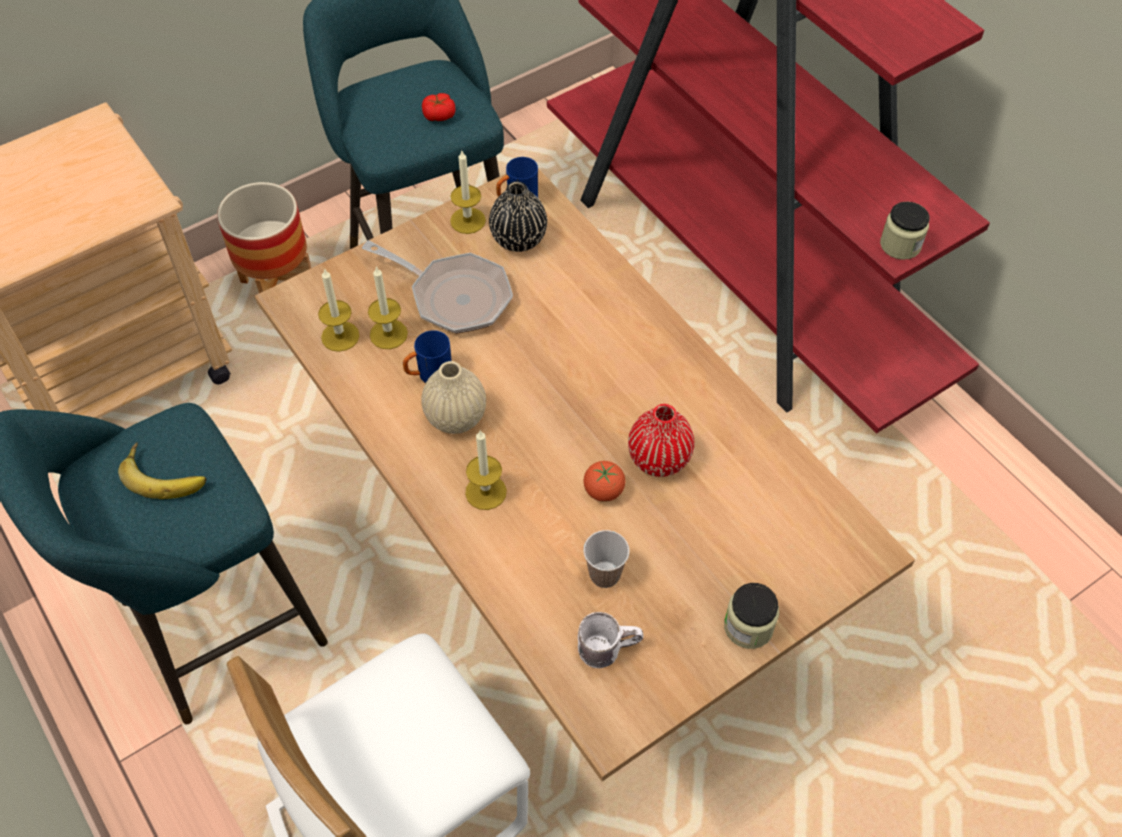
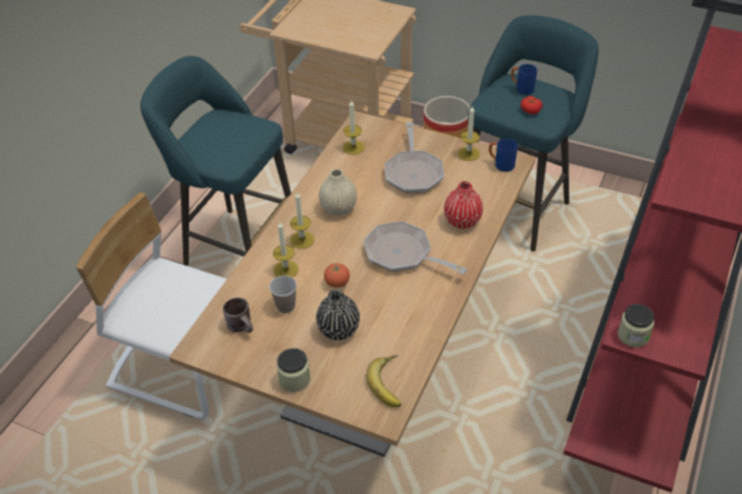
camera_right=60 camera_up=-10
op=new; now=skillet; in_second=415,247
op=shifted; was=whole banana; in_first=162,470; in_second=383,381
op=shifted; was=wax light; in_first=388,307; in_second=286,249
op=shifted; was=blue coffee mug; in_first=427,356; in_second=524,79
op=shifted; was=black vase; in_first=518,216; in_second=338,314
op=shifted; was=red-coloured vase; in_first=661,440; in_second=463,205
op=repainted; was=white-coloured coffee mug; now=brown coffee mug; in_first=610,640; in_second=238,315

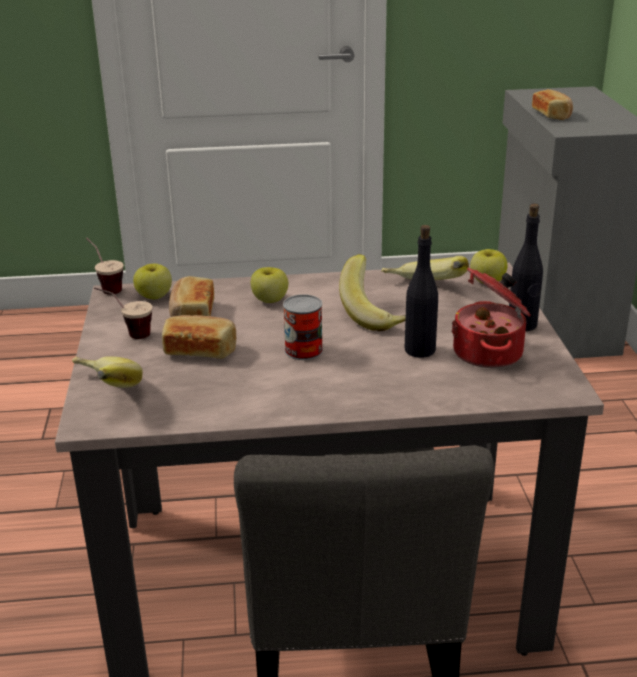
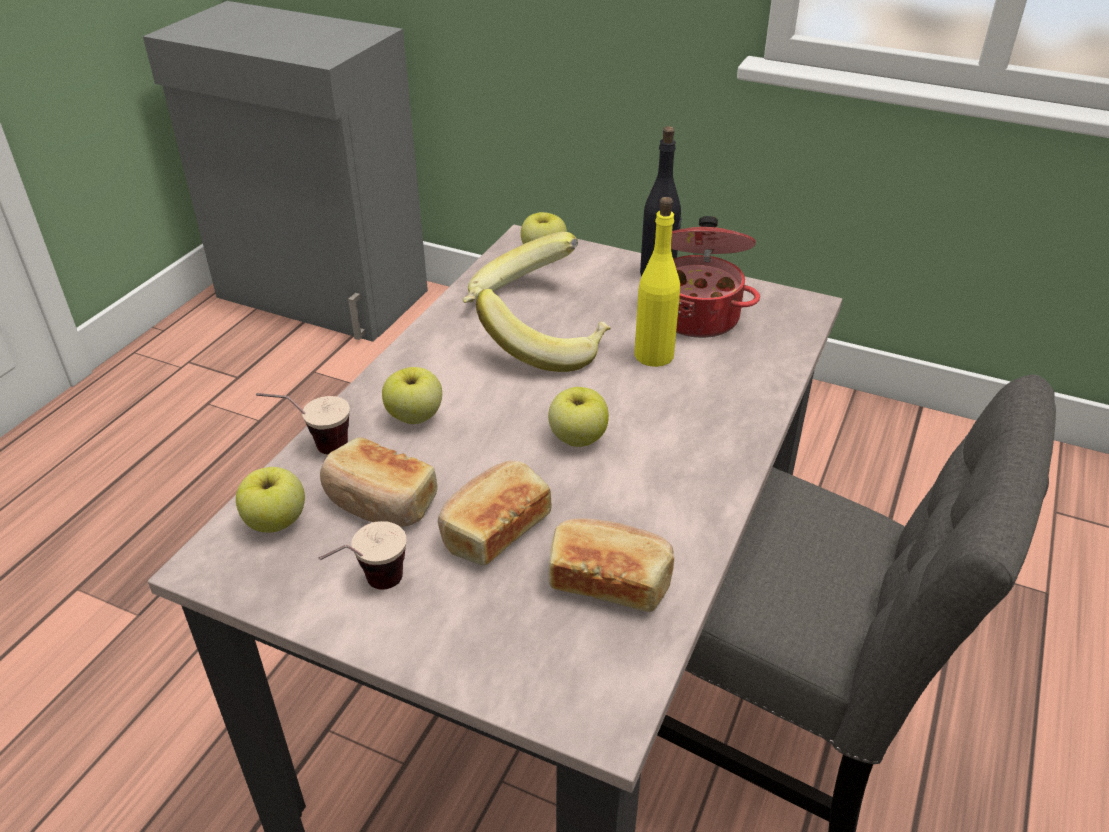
camera_right=-60 camera_up=10
op=gone; was=whole banana; in_first=107,372
op=shifted; was=cup; in_first=104,266; in_second=303,423
op=shifted; was=bread; in_first=552,104; in_second=611,565
op=swapped; was=metal can; now=apple; in_first=303,327; in_second=578,417
op=repainted; was=black bottle; now=yellowish bottle; in_first=421,291; in_second=657,282

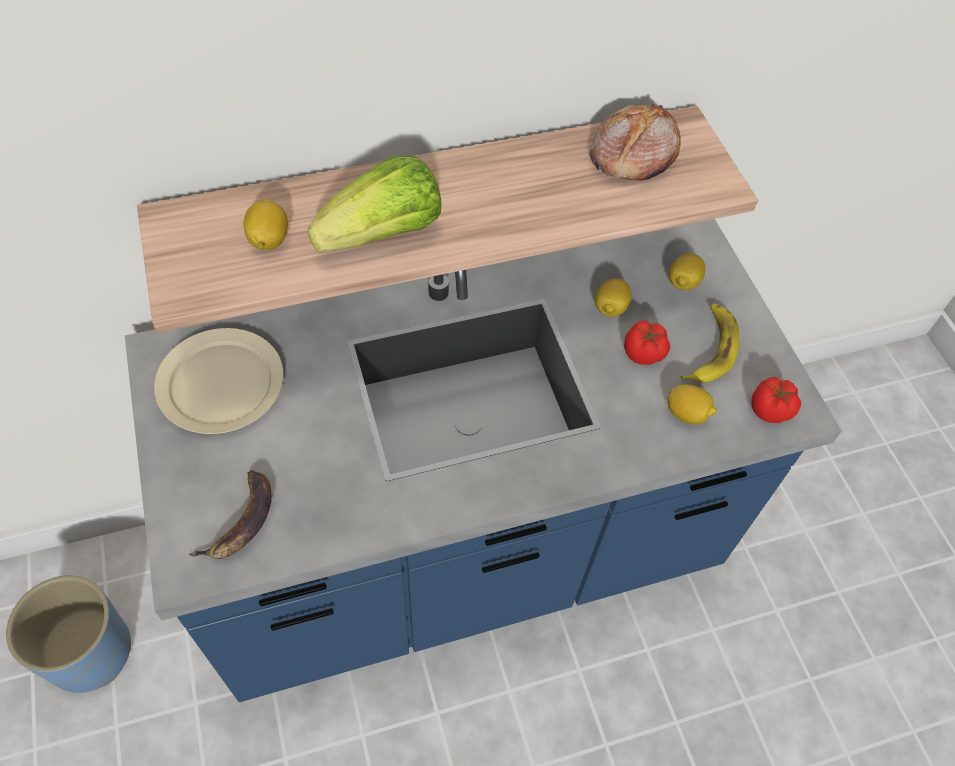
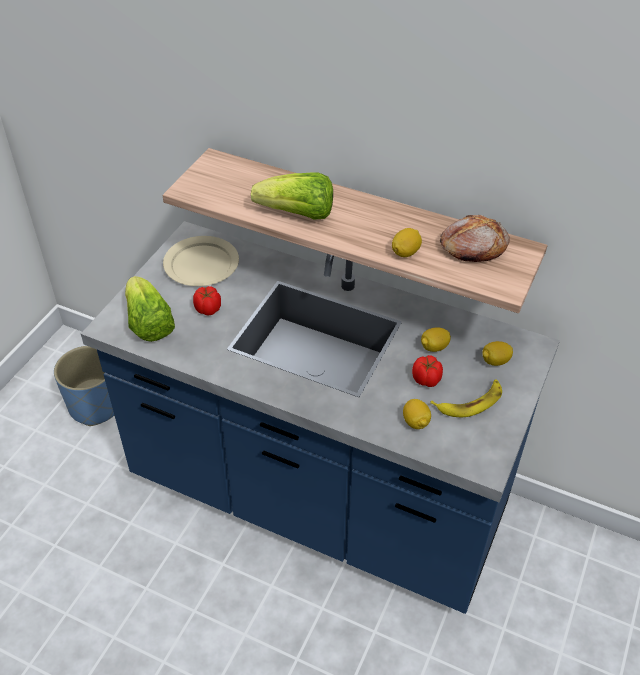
camera_right=45 camera_up=-10
op=shifted; was=lemon; in_first=265,224; in_second=407,242
op=shifted; was=fresh tomato; in_first=776,400; in_second=207,300
op=swapped; was=whole banana; now=lettuce head; in_first=230,514; in_second=150,309

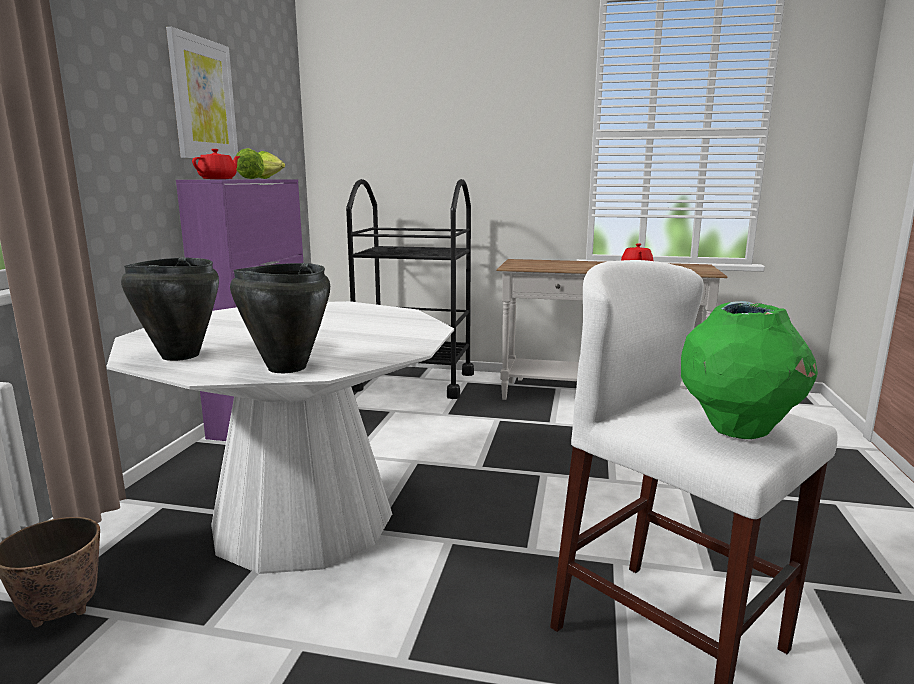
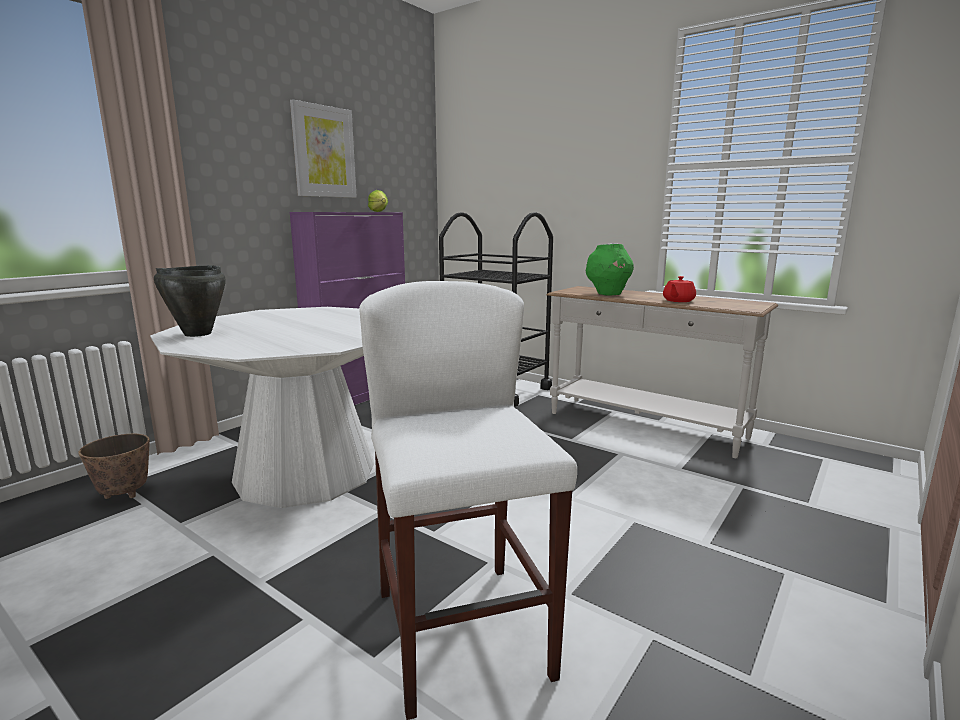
camera_right=25 camera_up=0
op=gone; was=red-coloured tea pot; in_first=216,164
op=gone; was=black cooking pot; in_first=280,318
op=gone; was=lettuce head; in_first=250,163
op=shifted; was=green vase; in_first=749,370; in_second=610,269

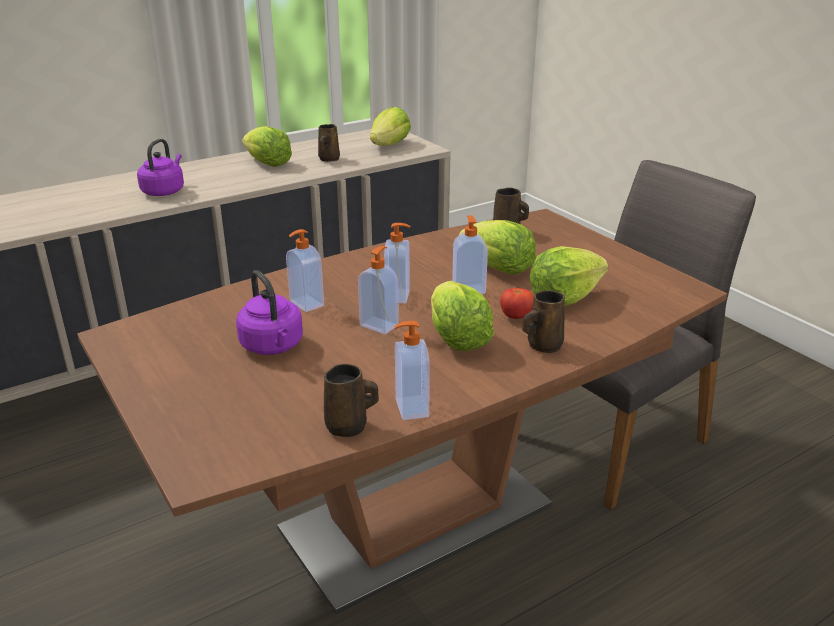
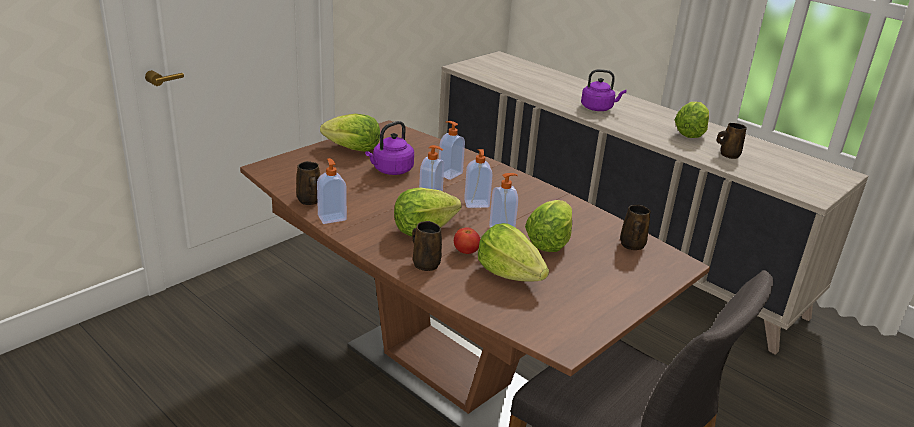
camera_right=75 camera_up=0
op=shifted; was=lettuce head; in_first=390,126; in_second=350,133

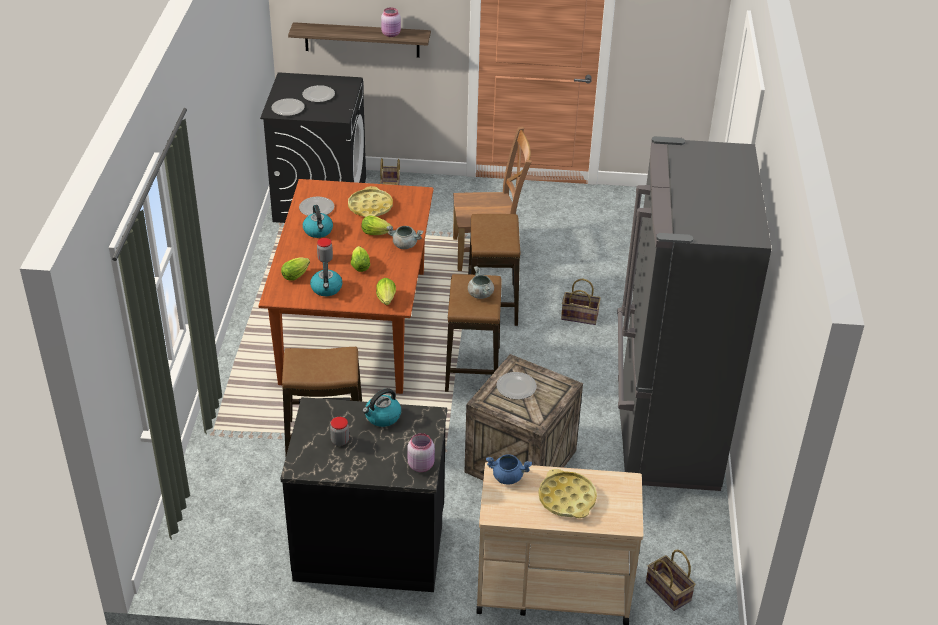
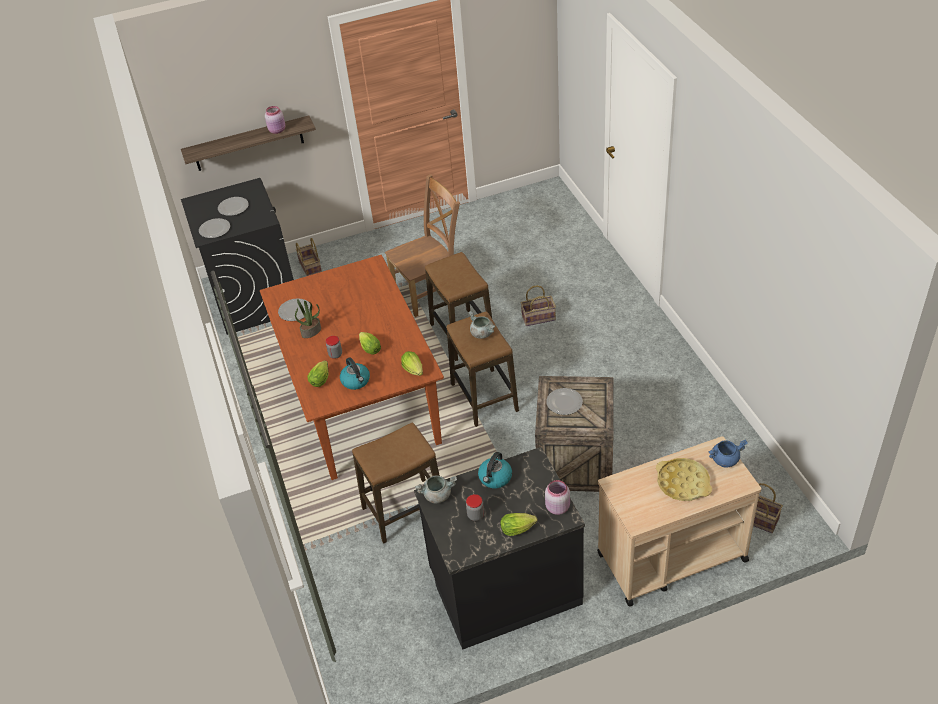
camera_right=-20 camera_up=5
op=gone; was=yellowish serving tray; in_first=370,201
op=gone; was=greyish kitchen fridge; in_first=694,313
op=shifted; was=lettuce head; in_first=377,225; in_second=518,524
op=shifted; was=greyish cooking pot; in_first=405,237; in_second=436,489
op=shifted; was=blue cooking pot; in_first=509,469; in_second=727,453
op=swapped; was=kettle; now=potted plant; in_first=318,221; in_second=308,318

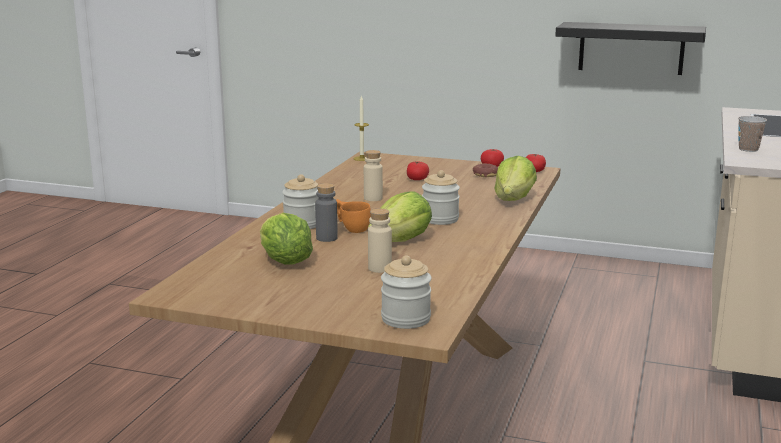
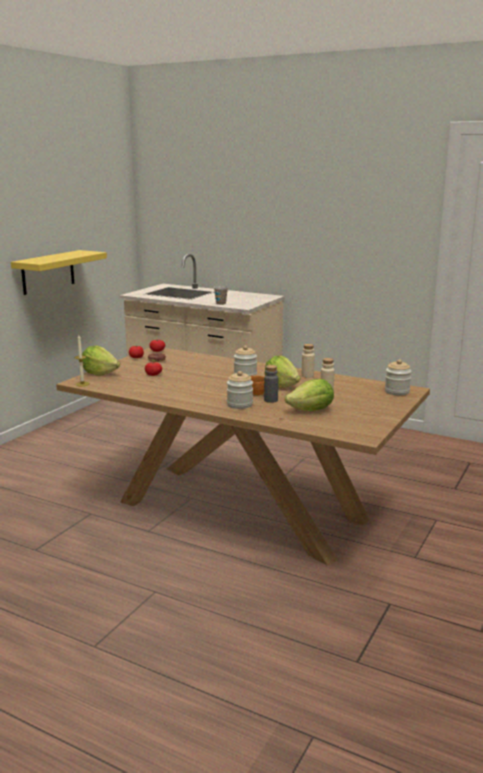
camera_right=-80 camera_up=0
op=shifted; was=sand-coloured bottle; in_first=373,175; in_second=308,361
op=shifted; was=lettuce head; in_first=516,178; in_second=101,361
op=repainted; was=black shelf; now=yellowish shelf; in_first=630,48; in_second=59,272

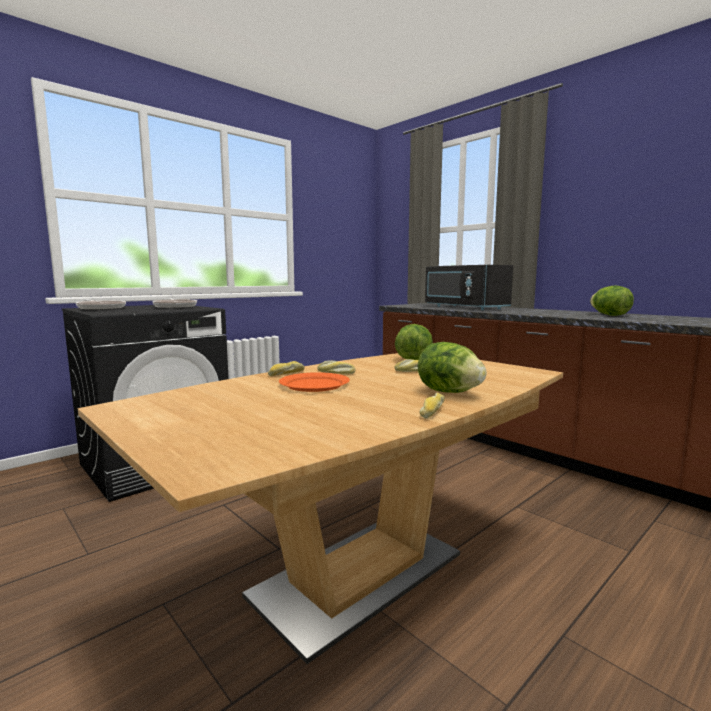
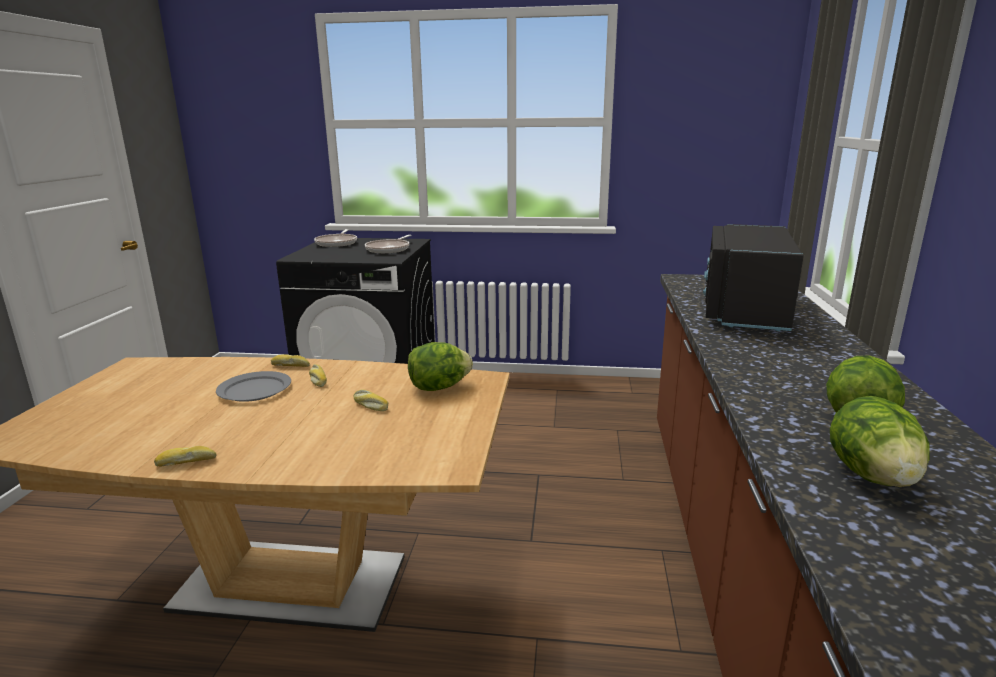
camera_right=50 camera_up=10
op=shifted; was=lettuce head; in_first=452,367; in_second=880,441
op=repainted; was=orange flat dish; now=greyish flat dish; in_first=314,382; in_second=253,386

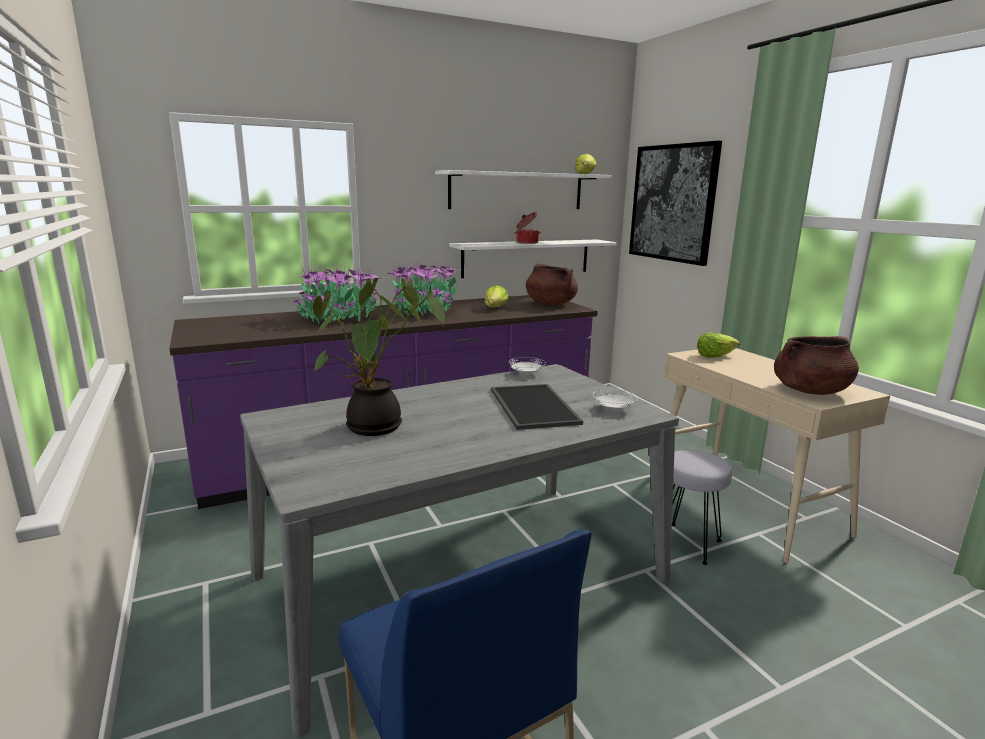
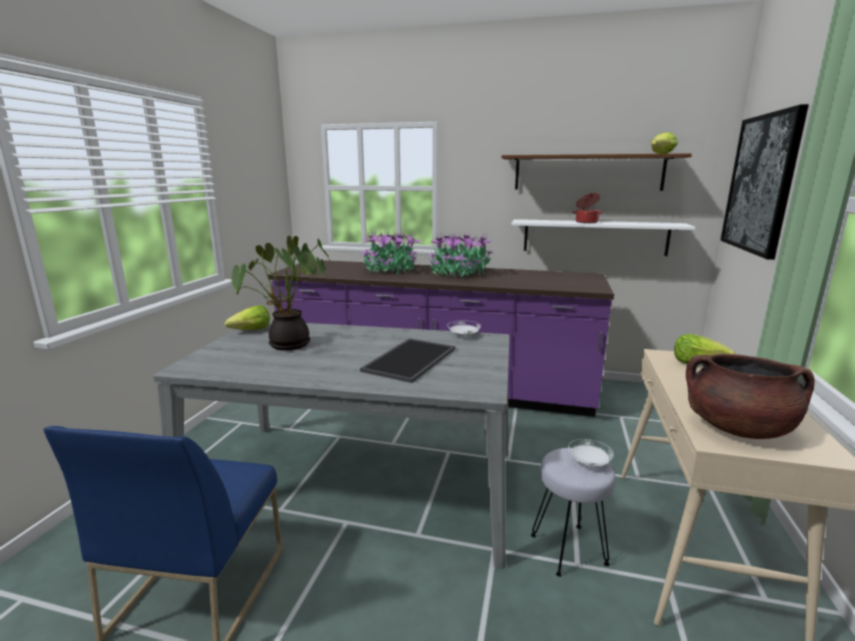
camera_right=40 camera_up=0
op=gone; was=brown cooking pot; in_first=552,284
op=shifted; was=lettuce head; in_first=497,296; in_second=247,317
op=shifted; was=white-coloured flat dish; in_first=615,399; in_second=591,452
op=repainted; was=white-coloured shelf; now=brown shelf; in_first=523,189; in_second=596,172

